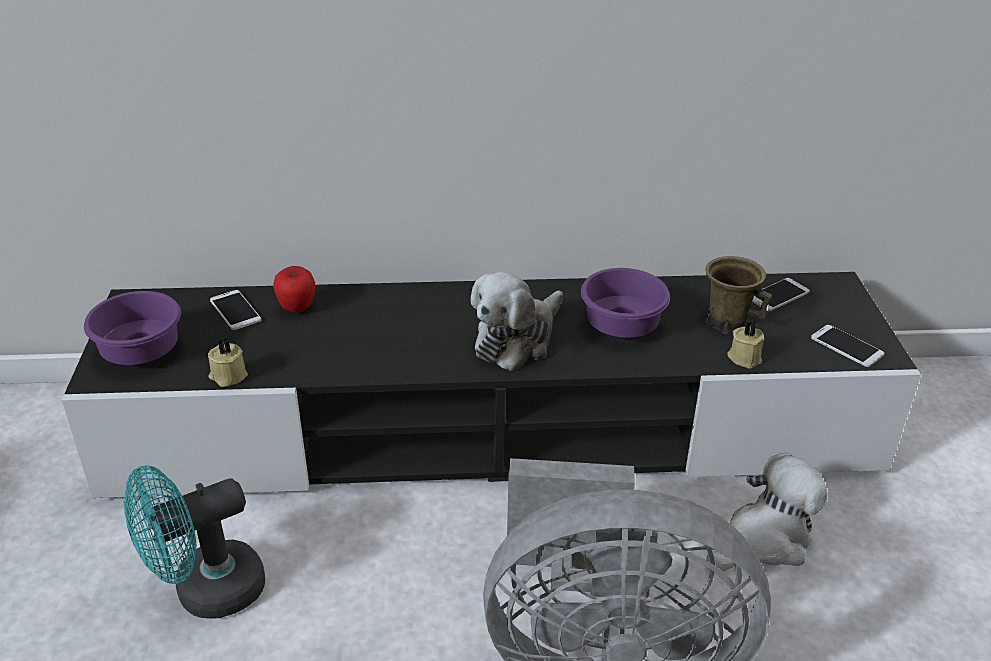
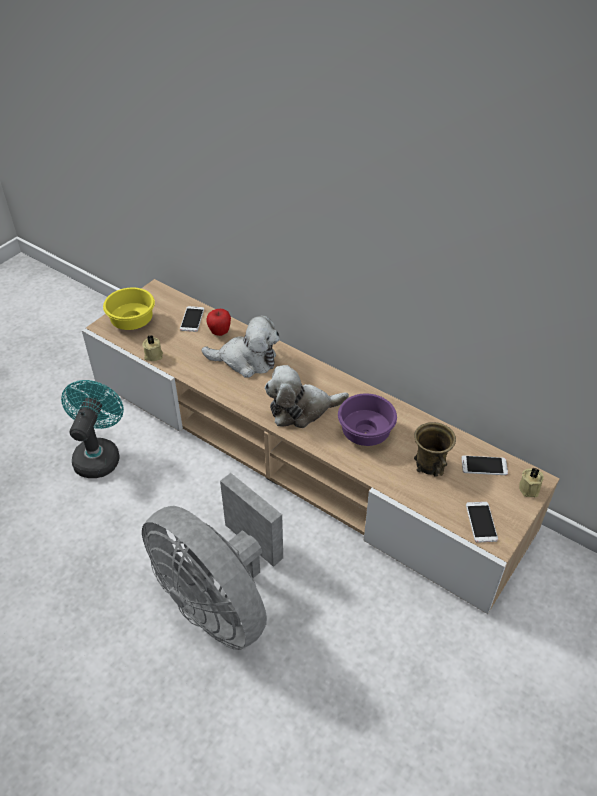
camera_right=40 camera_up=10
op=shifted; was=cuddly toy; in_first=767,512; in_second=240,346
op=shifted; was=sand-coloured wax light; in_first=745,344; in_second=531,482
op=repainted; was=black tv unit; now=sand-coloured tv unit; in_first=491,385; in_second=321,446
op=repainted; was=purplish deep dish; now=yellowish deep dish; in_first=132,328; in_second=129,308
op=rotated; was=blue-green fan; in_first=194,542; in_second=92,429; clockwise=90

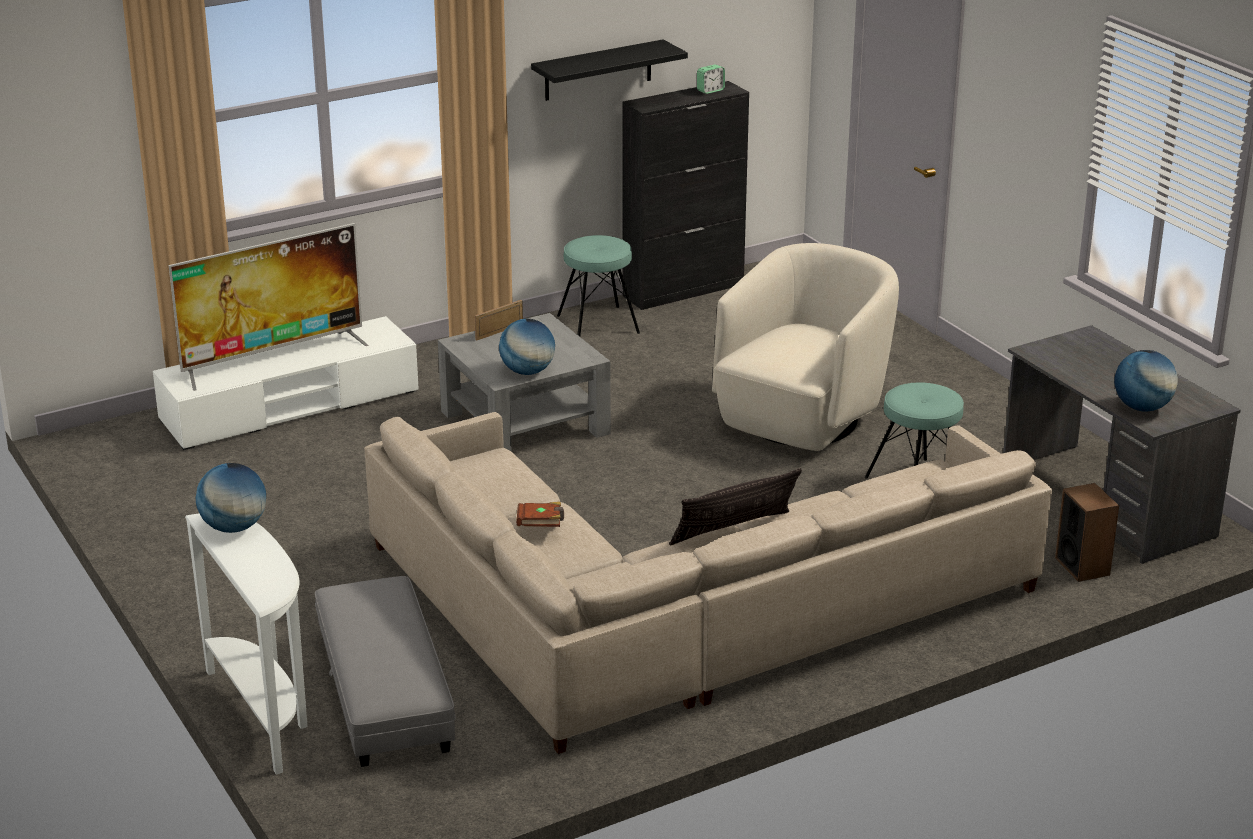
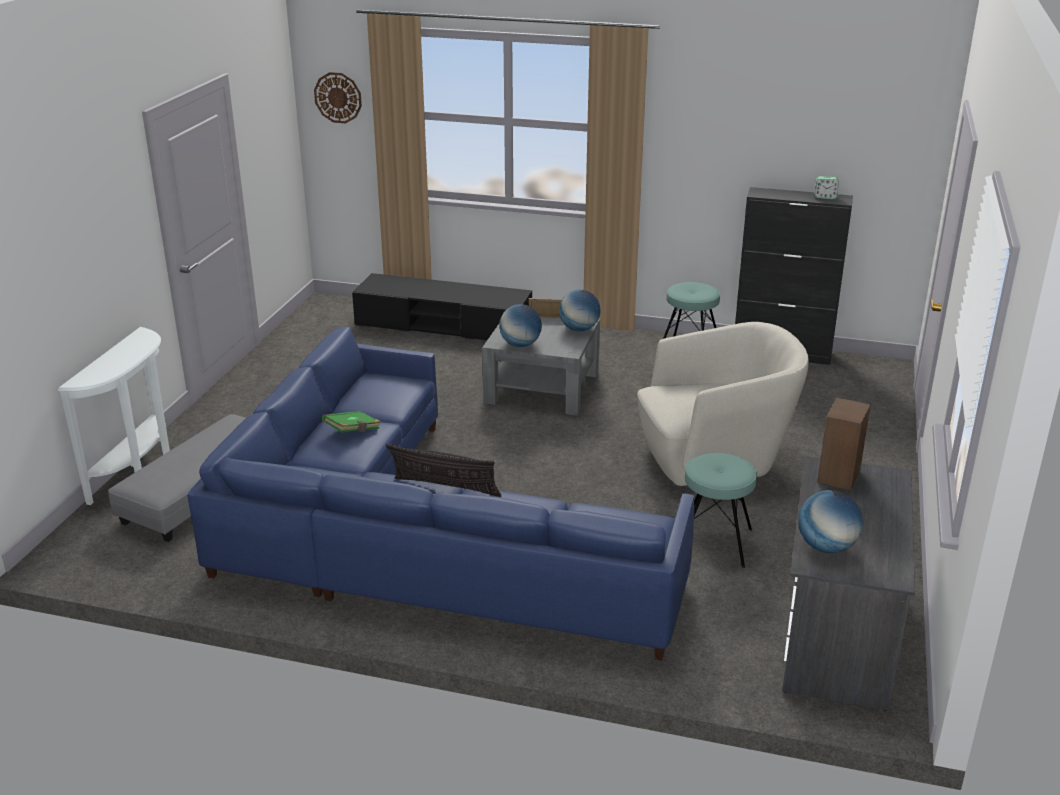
camera_right=45 camera_up=0
op=gone; was=television; in_first=269,307
op=gone; was=black shelf; in_first=609,70
op=new; now=hanging clock; in_second=338,97
op=shifted; was=globe; in_first=231,498; in_second=579,310
op=shifted; was=speaker; in_first=1087,532; in_second=844,444
op=repainted; was=white-coloured tv unit; now=black tv unit; in_first=286,383; in_second=442,306
op=repainted; was=sand-coloured sofa; now=blue sofa; in_first=708,583; in_second=440,494
op=repainted; was=brown volume; now=green volume; in_first=540,514; in_second=351,422

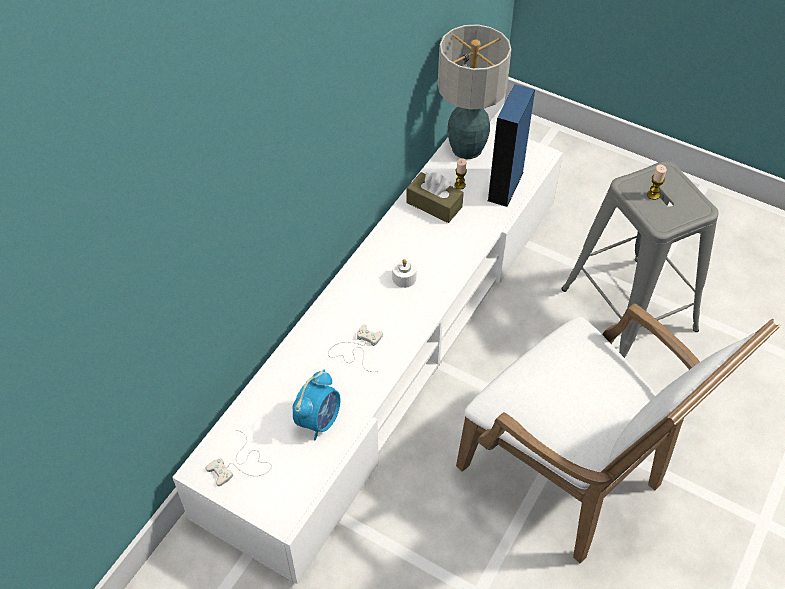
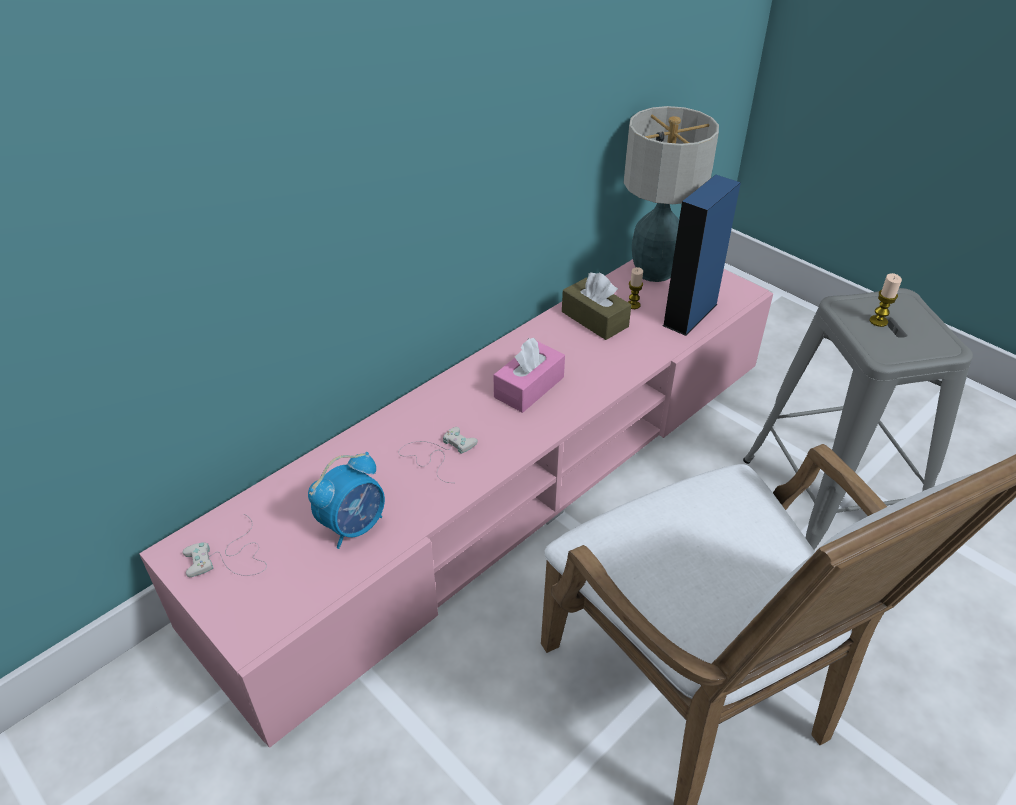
camera_right=15 camera_up=-10
op=swapped; was=white-coloured wax light; now=pinkish box of tissues; in_first=404,273; in_second=529,375
op=repainted; was=white-coloured tv unit; now=pinkish tv unit; in_first=367,354; in_second=456,503

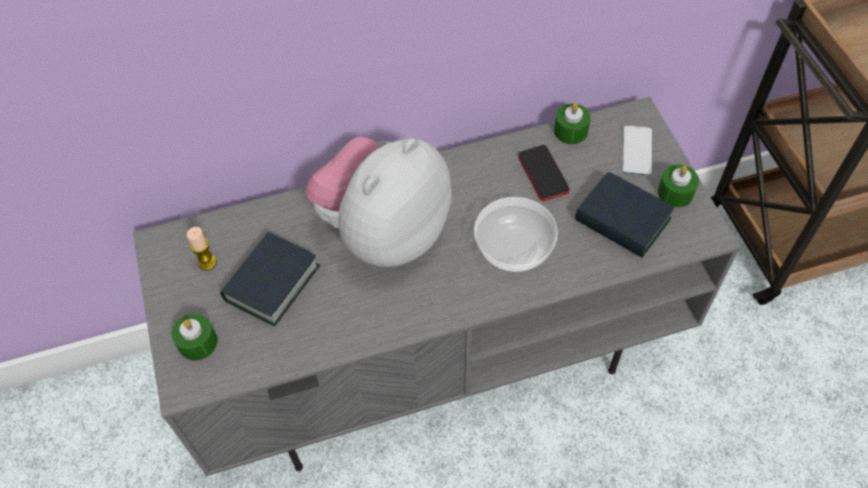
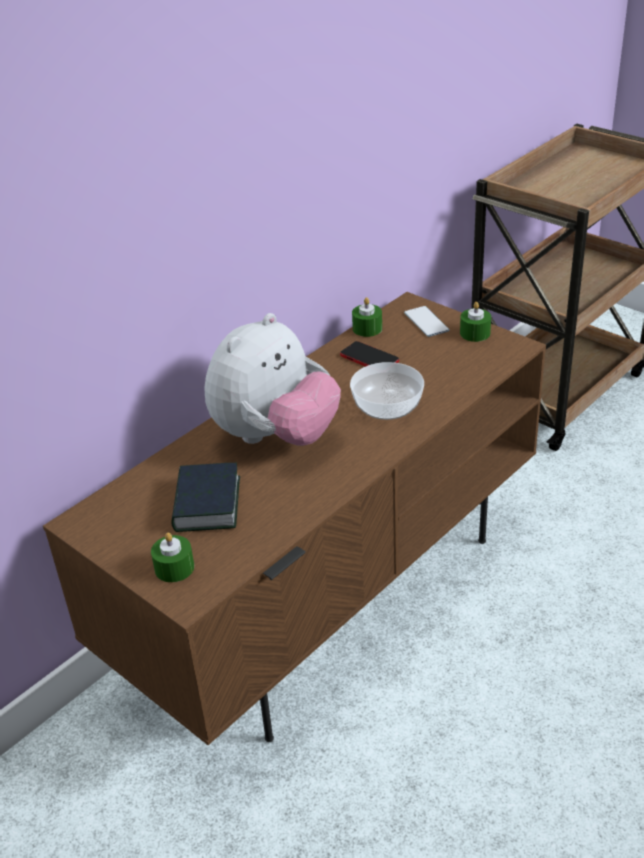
camera_right=-30 camera_up=-20
op=gone; was=wax light; in_first=202,249
op=gone; was=volume; in_first=625,215
op=repainted; was=greyish tv unit; now=brown tv unit; in_first=437,286; in_second=294,518
op=rotated; was=cuddly toy; in_first=378,202; in_second=272,379; clockwise=-150

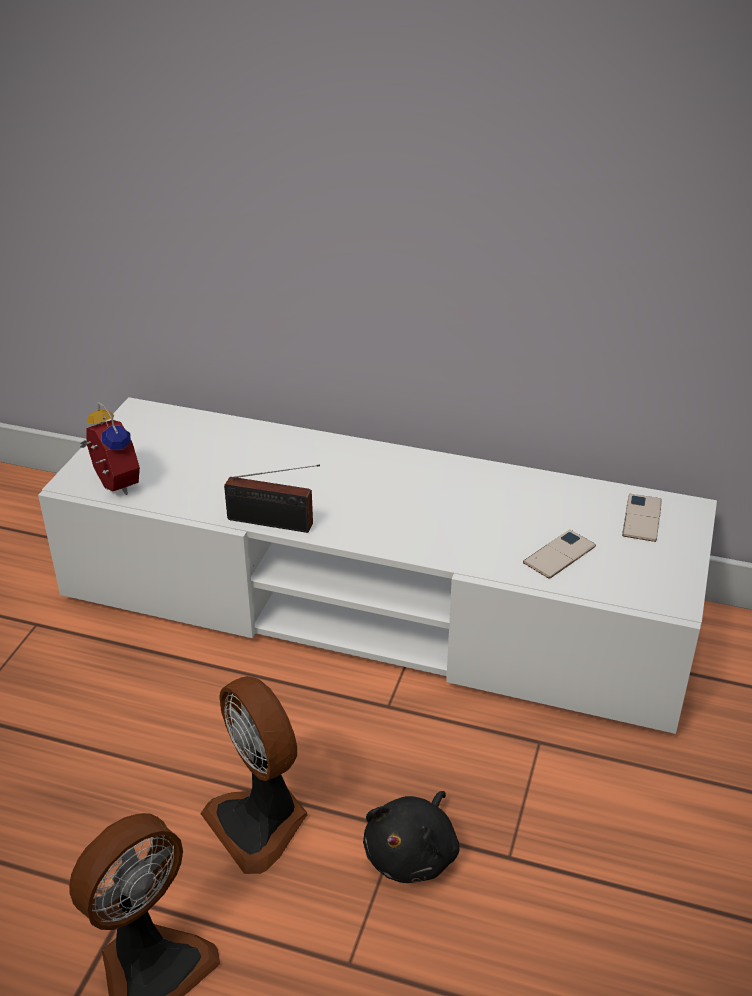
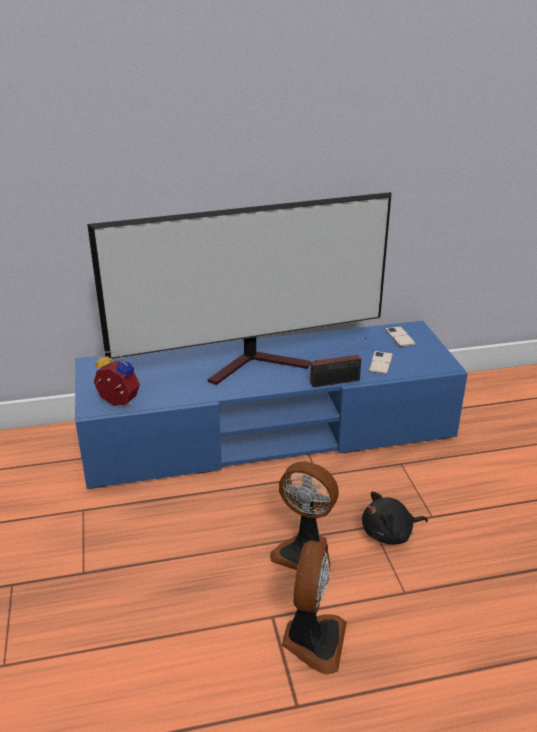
camera_right=-30 camera_up=-5
op=new; now=television; in_second=239,288
op=shifted; was=radio set; in_first=272,498; in_second=338,363
op=repainted; was=white-coloured tv unit; now=blue tv unit; in_first=377,565; in_second=271,405
op=rotated; was=black cuddly toy; in_first=411,837; in_second=395,518; clockwise=75

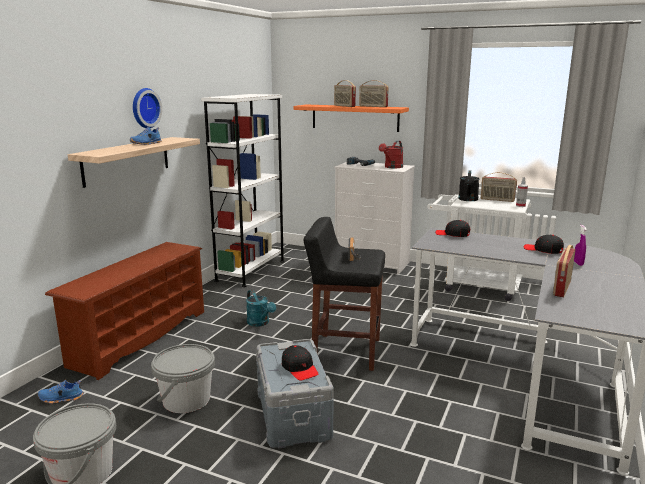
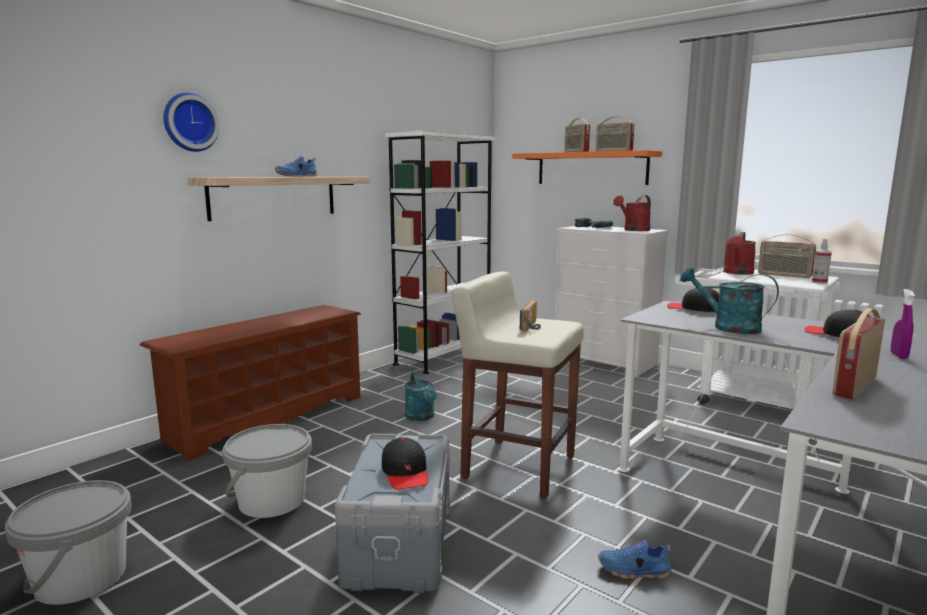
camera_right=15 camera_up=-5
op=new; now=blue-green watering can; in_second=729,300
op=shifted; was=blue item of footwear; in_first=61,392; in_second=635,559
op=shifted; was=hanging clock; in_first=147,108; in_second=191,122
op=repainted; was=black stool seat; now=sand-coloured stool seat; in_first=344,294; in_second=517,384
op=repainted; was=black watering can; now=red-coloured watering can; in_first=469,185; in_second=739,253

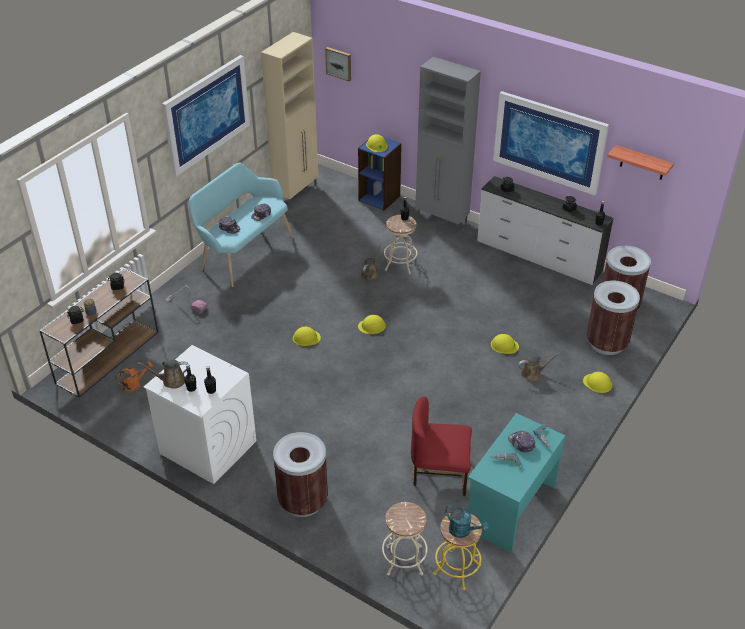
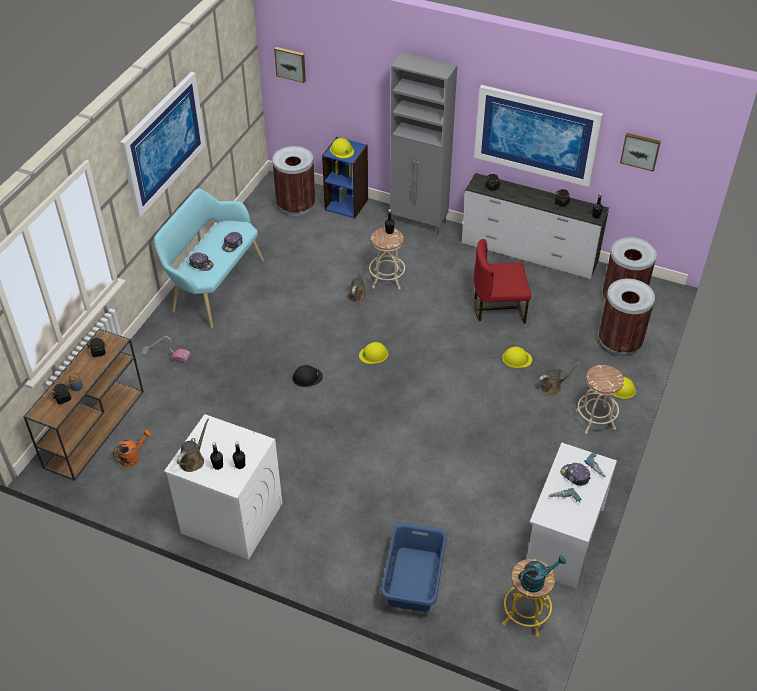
camera_right=-10 camera_up=5
op=gone; was=sand-coloured cabinet; in_first=289,119
op=new; now=blue laundry basket; in_second=414,567
op=shifted; was=brown rubbish bin; in_first=300,474; in_second=294,181
op=shifted; was=sand-coloured stool seat; in_first=405,539; in_second=600,399
op=shifted; was=red-coloured chair; in_first=441,446; in_second=502,281
op=swapped; was=shelf; now=wall picture; in_first=640,162; in_second=640,152
op=repainted; was=yellowish work helmet; now=black work helmet; in_first=307,336; in_second=307,376
op=repainted; was=blue-green desk table; now=white-coloured desk table; in_first=516,483; in_second=572,515
op=rotated; was=brown watering can; in_first=163,374; in_second=193,445; clockwise=135
op=rotated; was=blue-green watering can; in_first=467,521; in_second=542,573; clockwise=-45

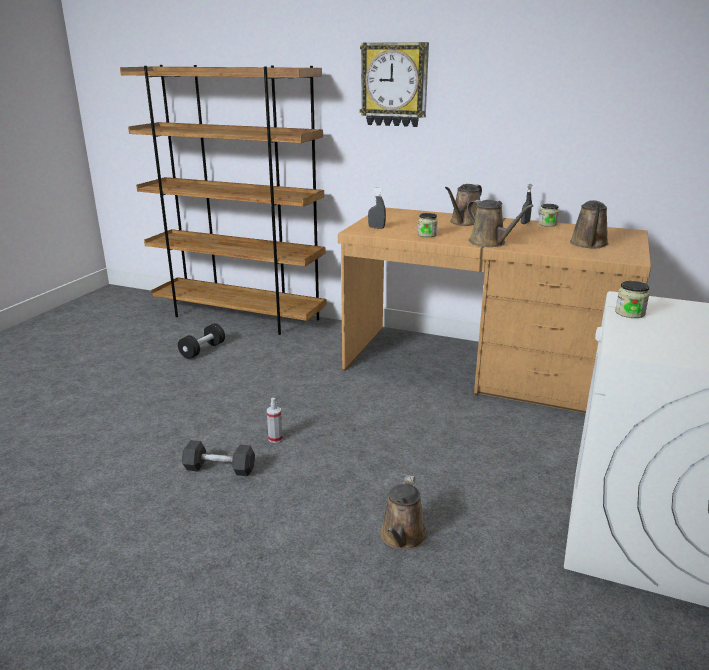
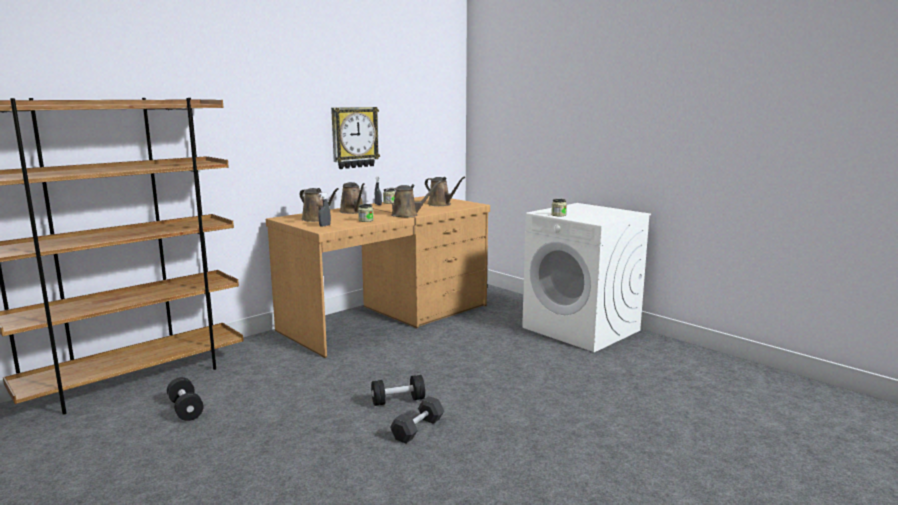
camera_right=-65 camera_up=-10
op=shifted; was=hanging clock; in_first=394,84; in_second=355,138
op=shifted; was=brown watering can; in_first=404,512; in_second=319,205
op=swapped; was=sprayer; now=black hand weight; in_first=275,420; in_second=398,390

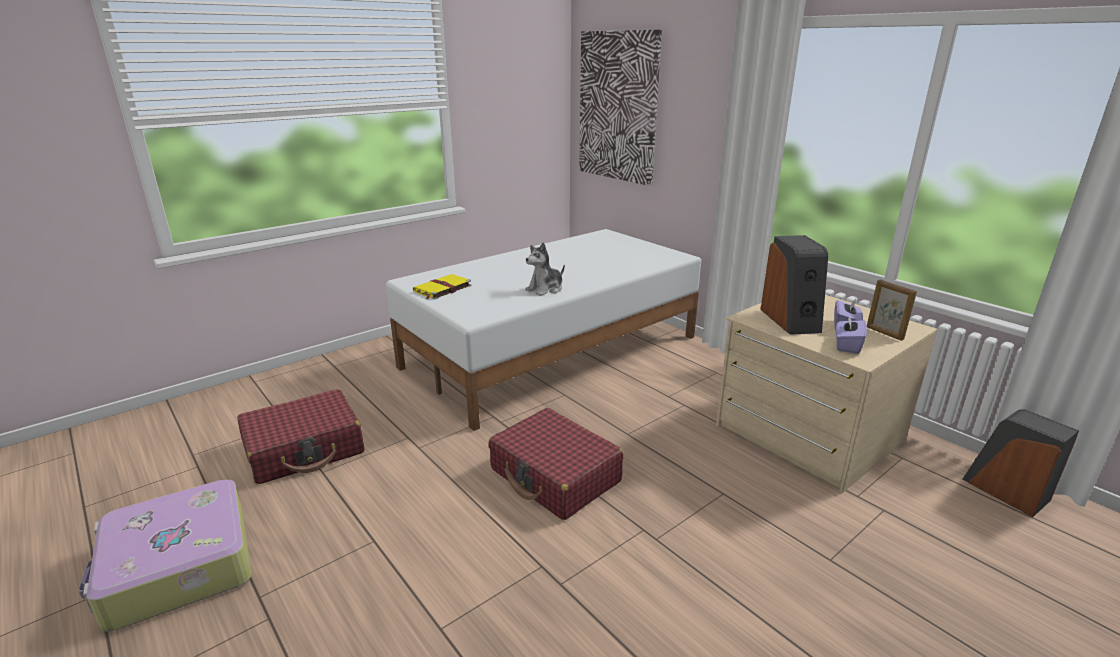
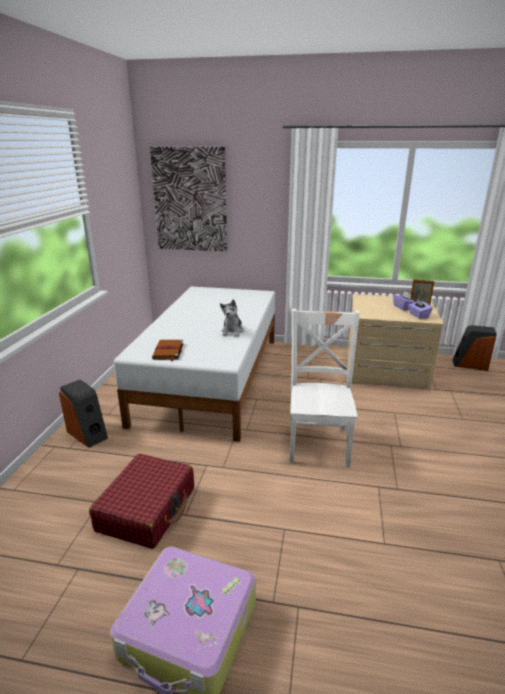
camera_right=-40 camera_up=0
op=shifted; was=speaker; in_first=794,285; in_second=83,414
op=swapped; was=red-coloured suitcase; now=white-coloured chair; in_first=555,464; in_second=324,388
op=repainted; was=yellowish volume; now=brown volume; in_first=442,287; in_second=168,351

